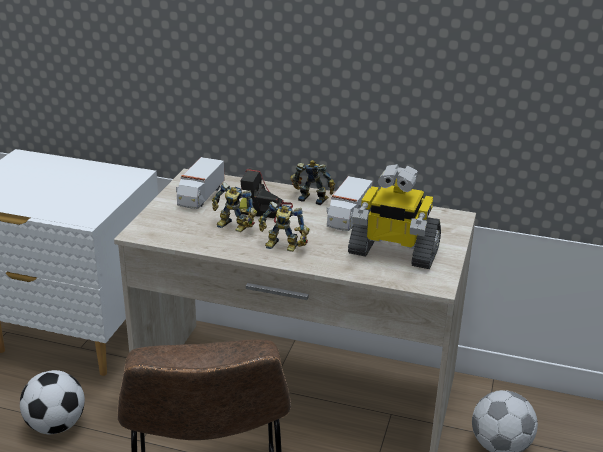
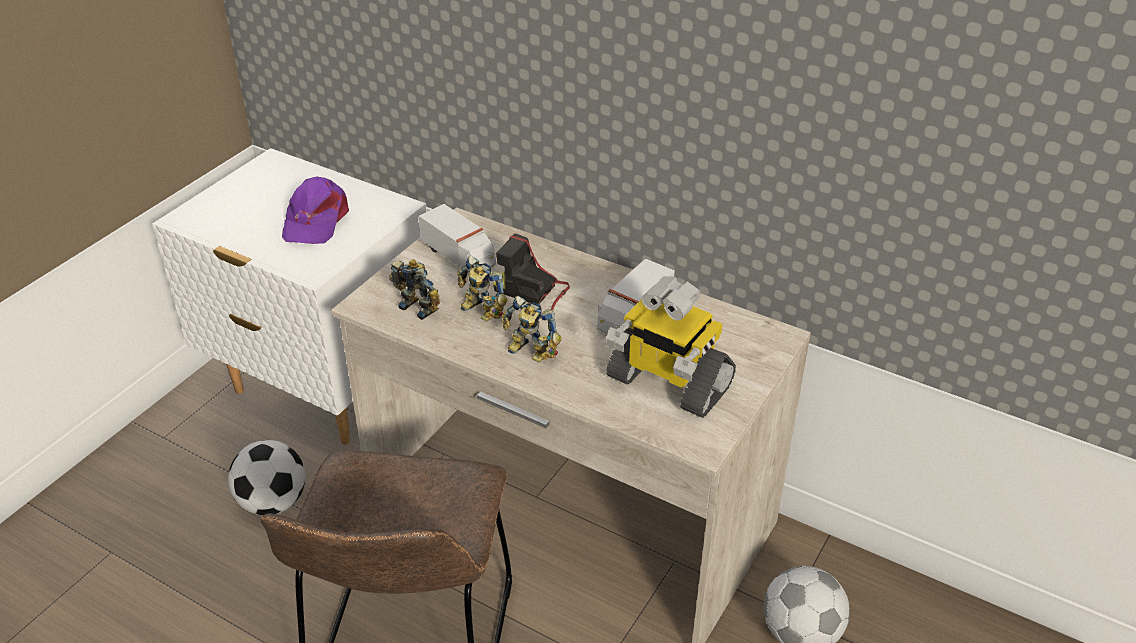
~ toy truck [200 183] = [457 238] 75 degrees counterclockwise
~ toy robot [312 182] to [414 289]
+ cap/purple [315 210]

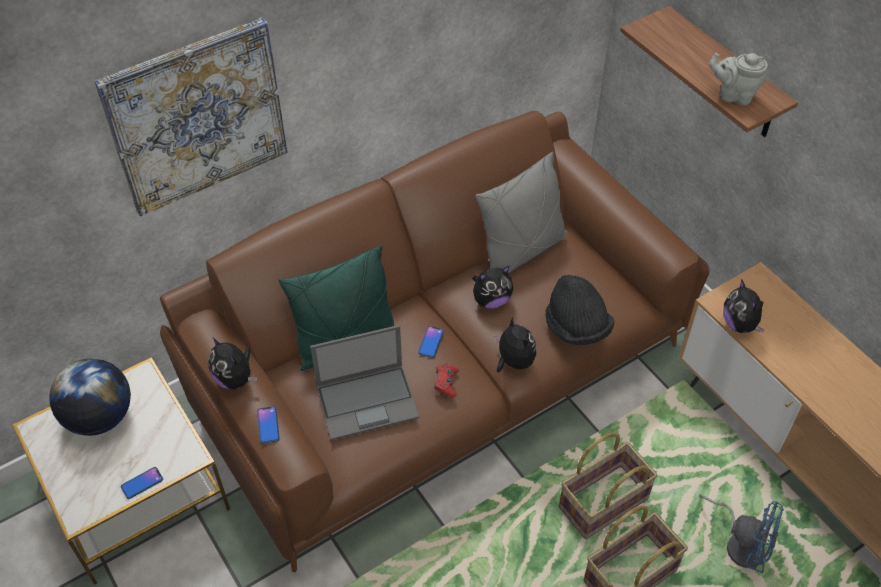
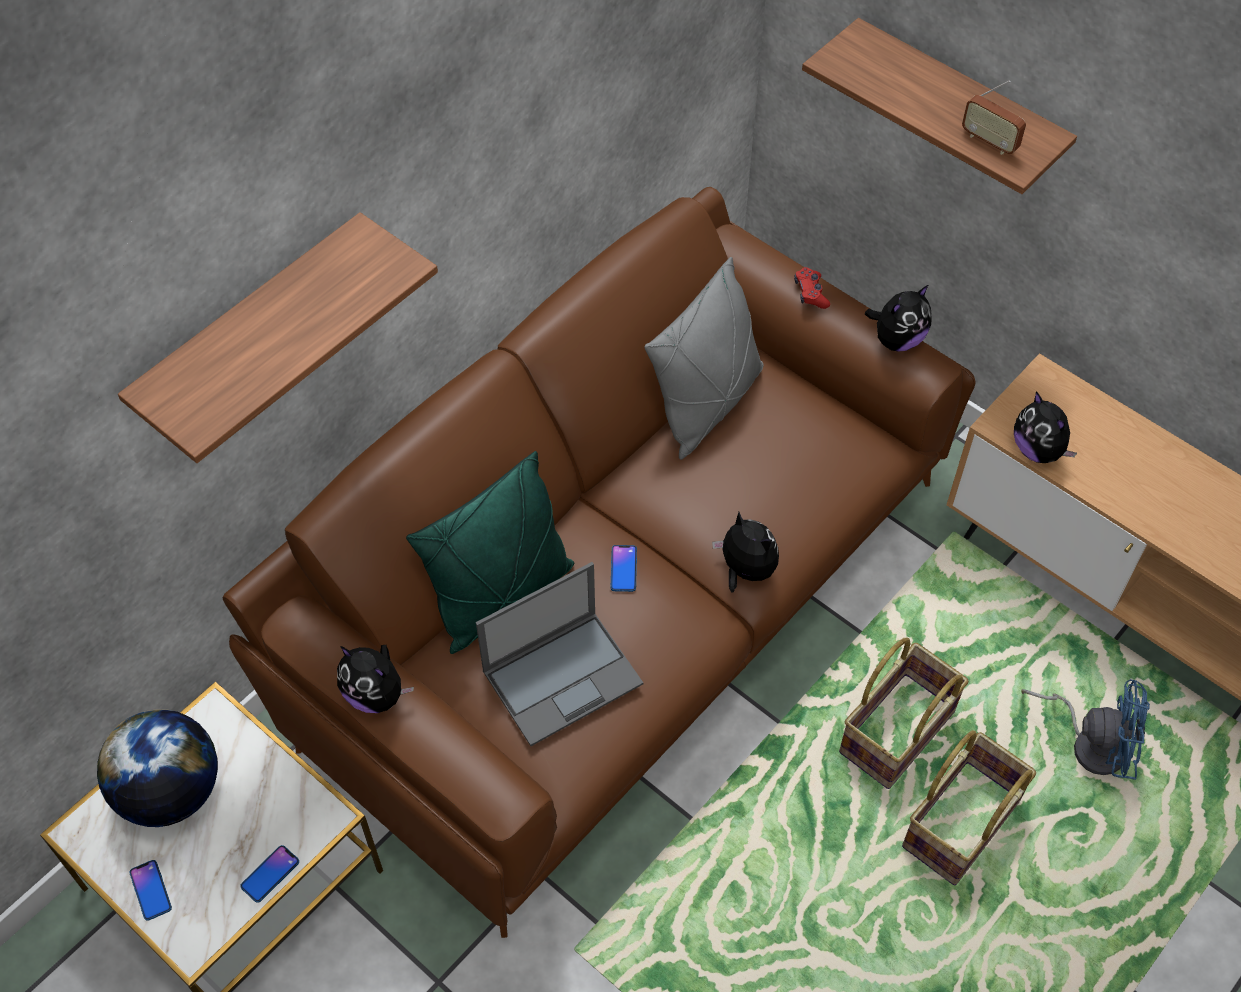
~ picture [190 117] to shelf [278 337]
~ phone [268 425] to [151 890]
~ game controller/red [446 380] to [812 288]
~ plush toy [492 287] to [898 318]
- hat/black [580 310]
~ teapot/grey [738 79] to radio [994 117]

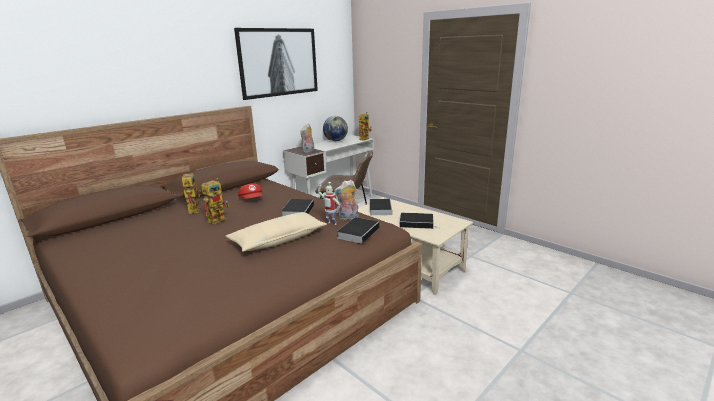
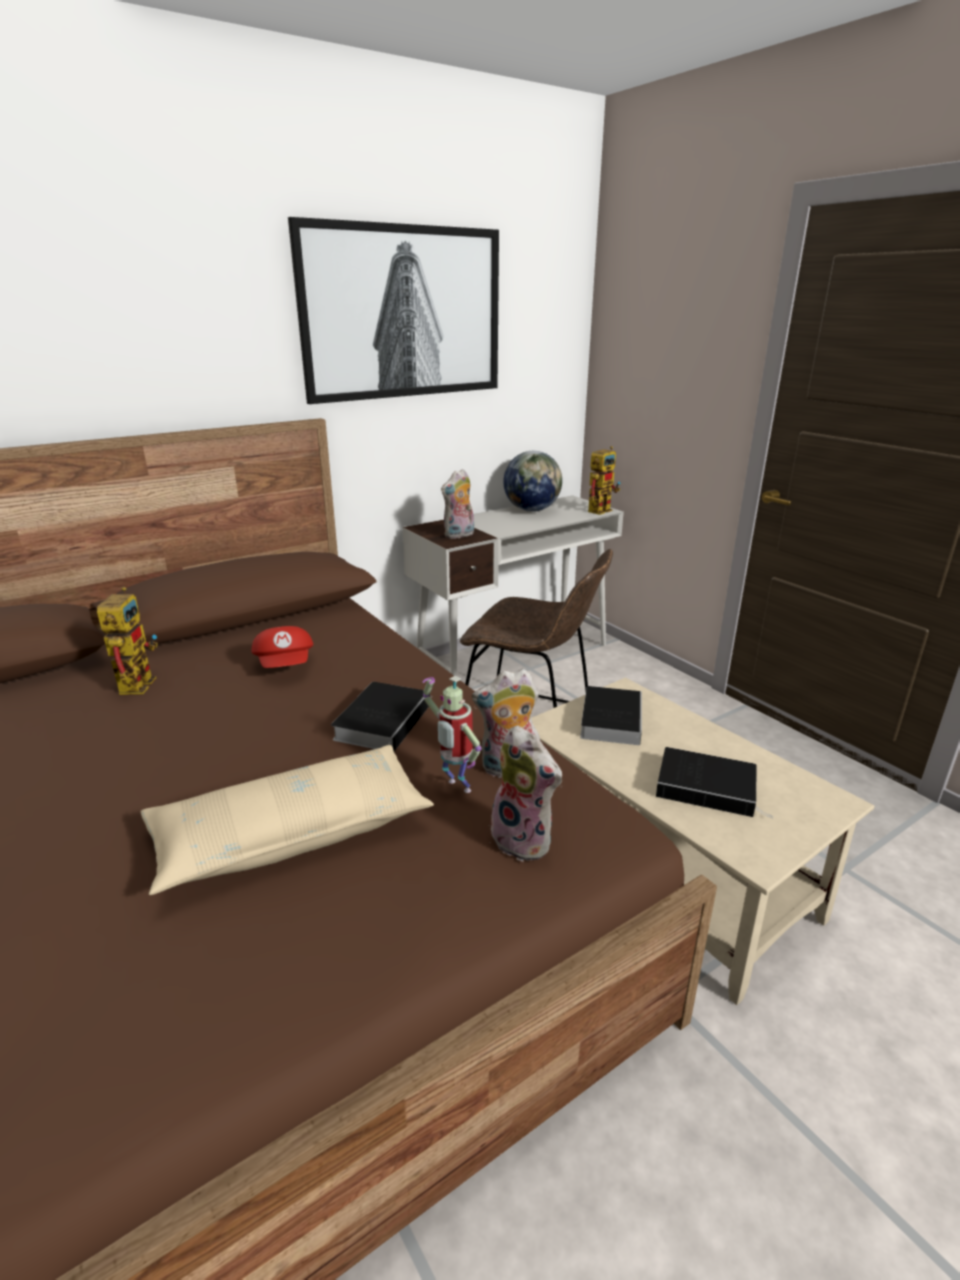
- toy robot [215 201]
~ book [358 230] to plush toy [525 794]

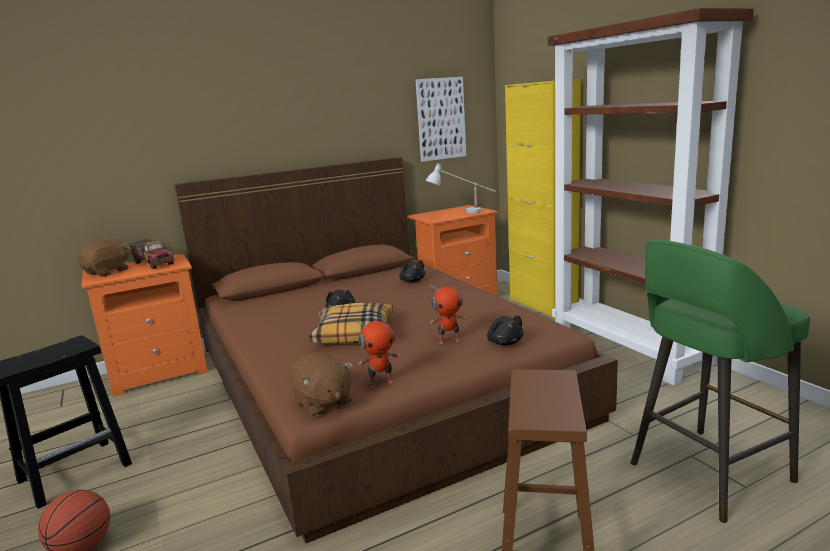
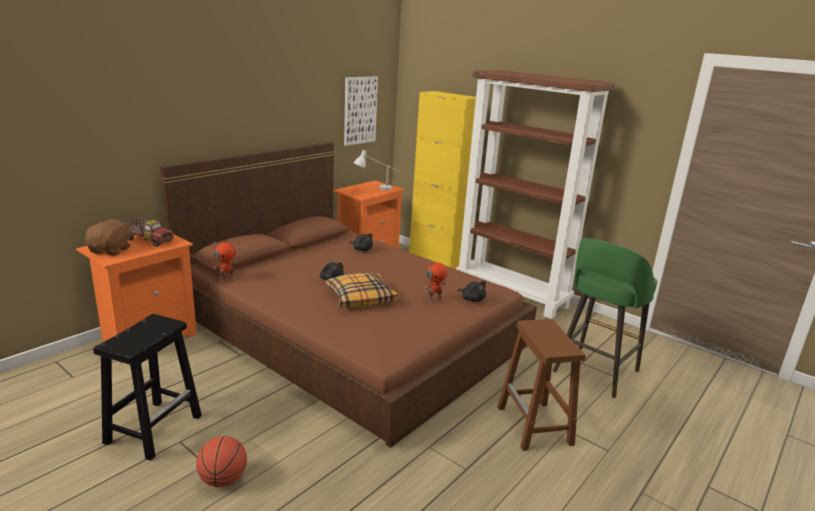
- plush toy/brown [321 384]
~ toy robot [377 353] to [225 261]

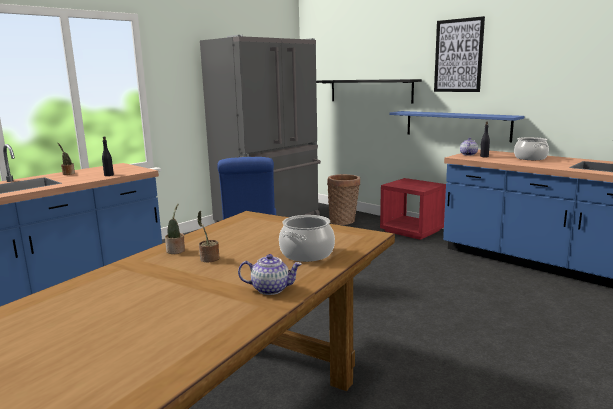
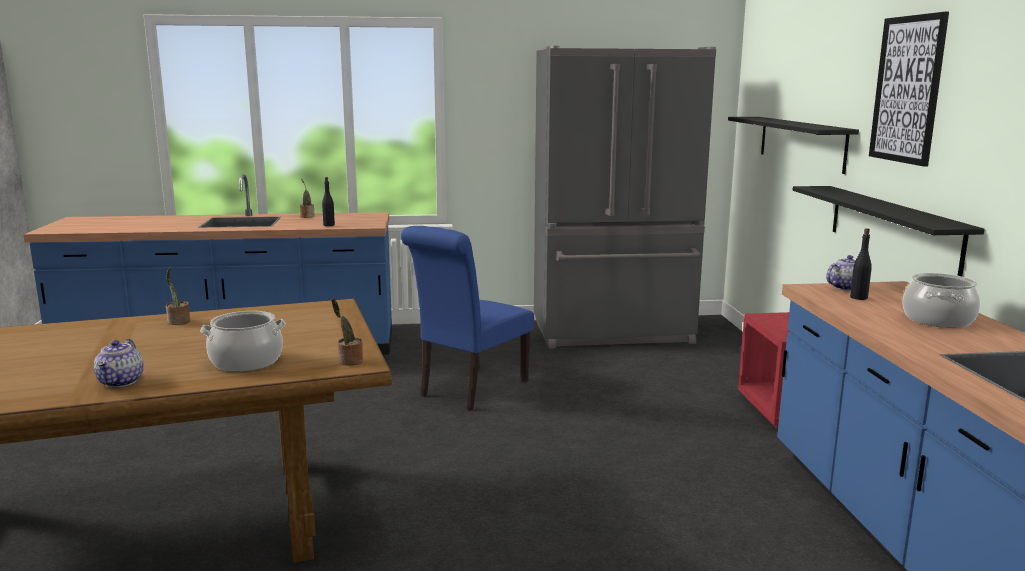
~ potted plant [208 236] to [347 332]
~ teapot [270 274] = [118 363] 45 degrees clockwise
- basket [343 199]
~ shelf/blue [456 126] to shelf/black [889 231]

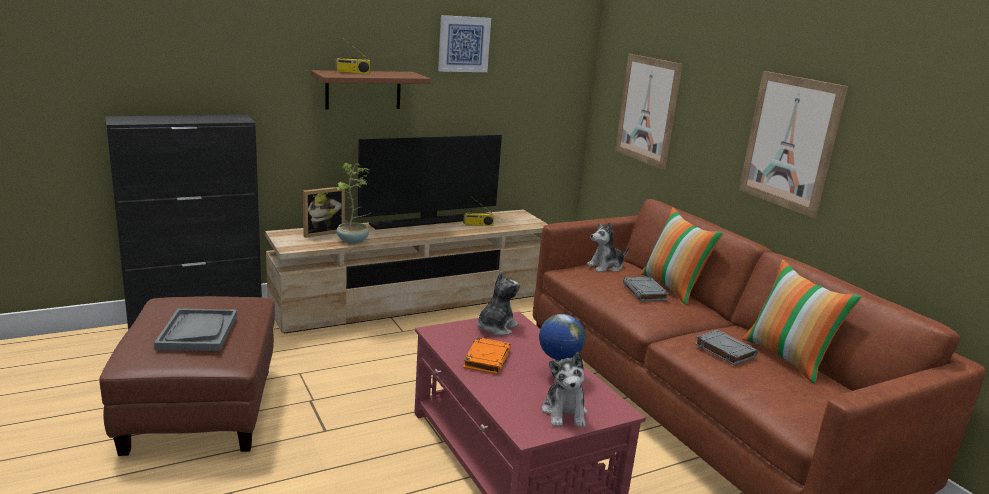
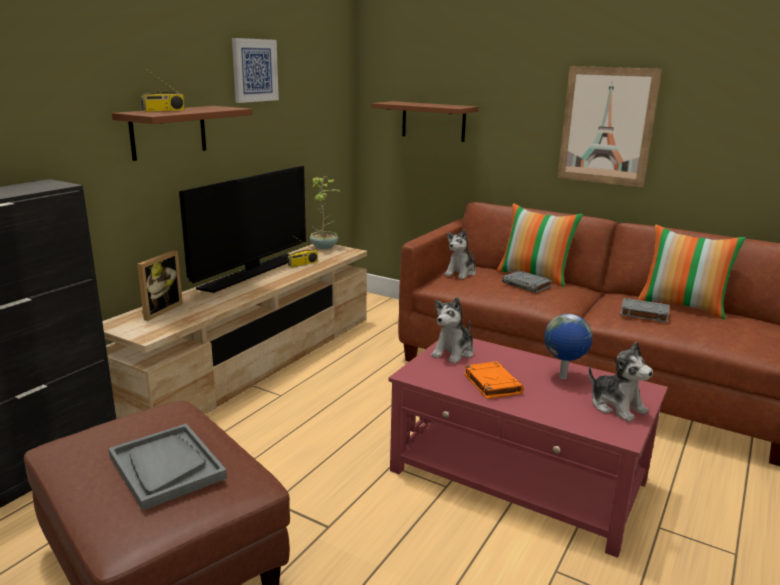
~ potted plant [353 203] to [325 212]
~ plush toy [498 303] = [452 330] 150 degrees counterclockwise
~ picture [649 112] to shelf/brown [425 121]

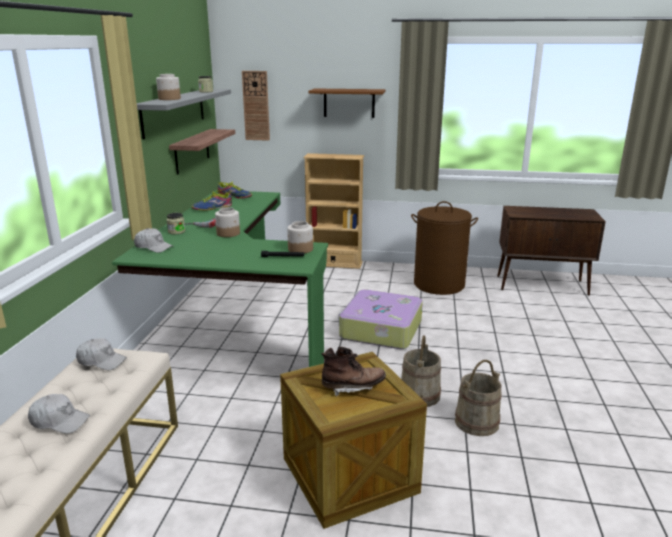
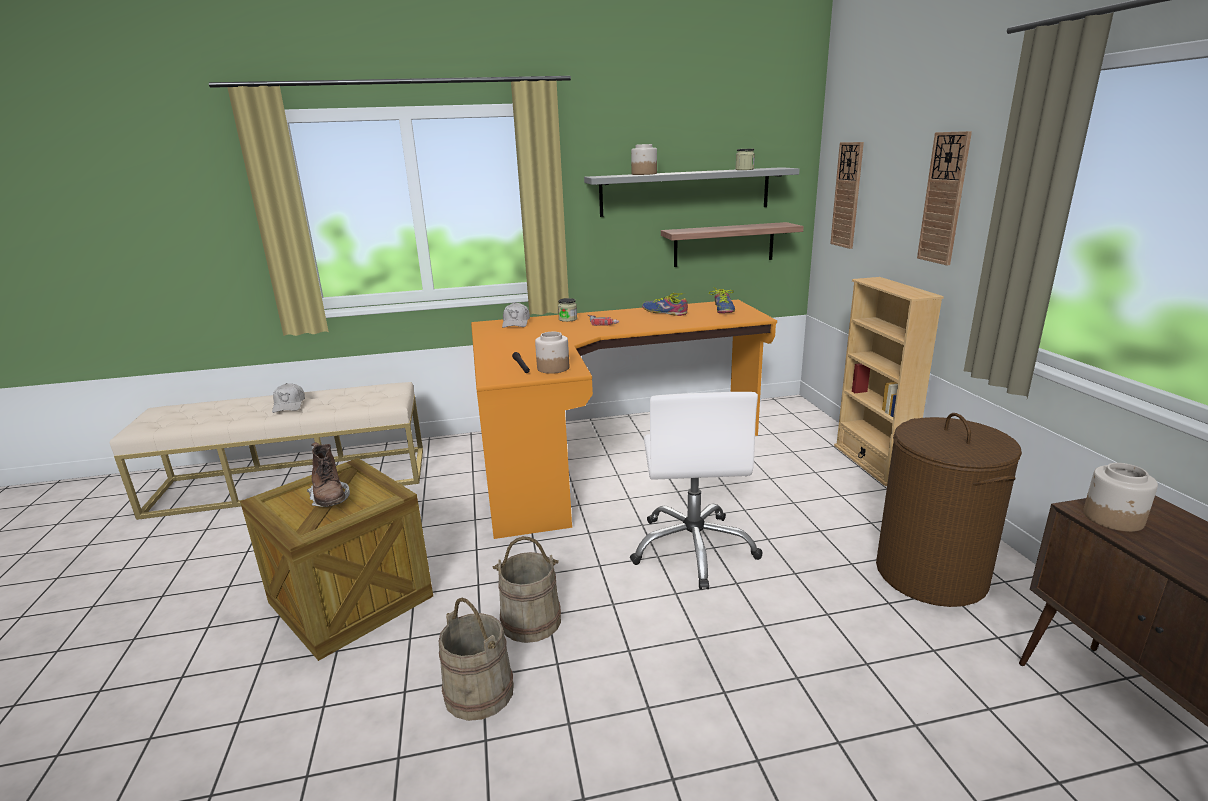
- cap/white [101 354]
~ desk/green [220 278] to desk/orange [624 419]
~ jar [227 222] to [1120 497]
~ shelf/brown [346 103] to wall clock [944 198]
~ suitcase [380 319] to office chair/white [696 491]

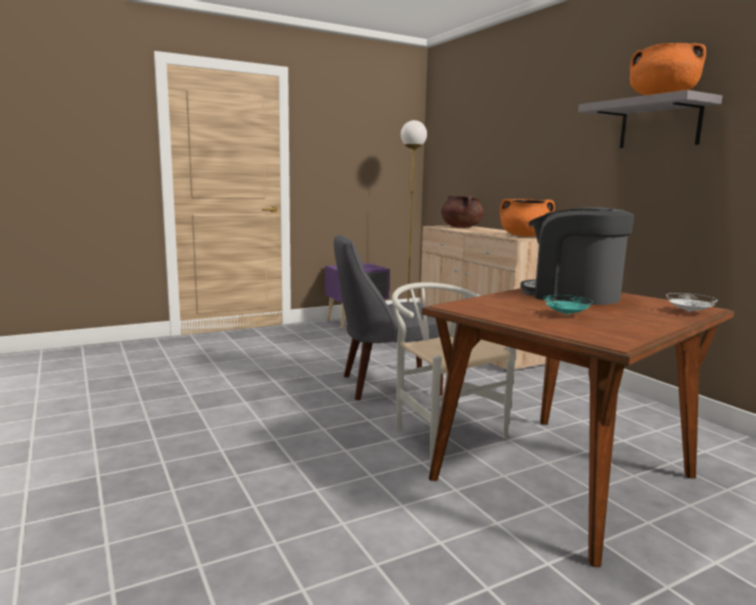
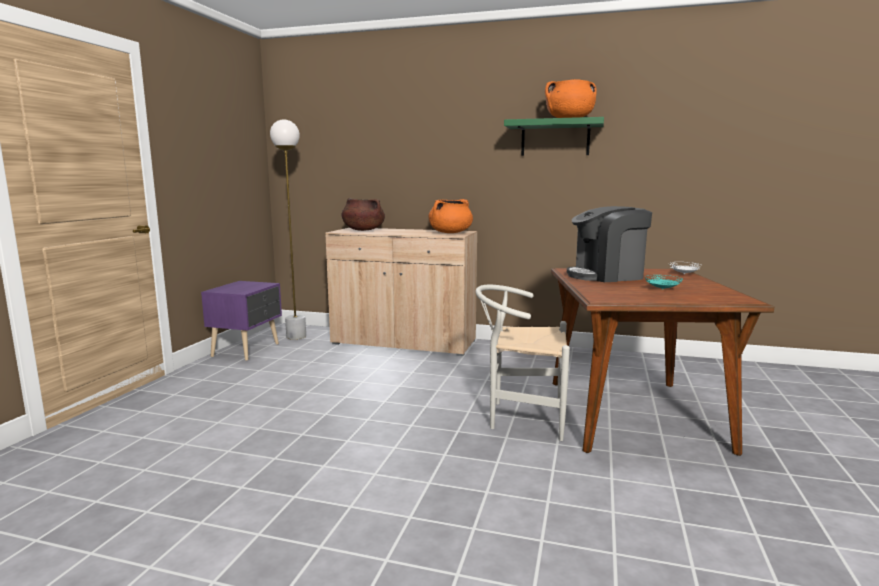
- chair/grey [388 317]
~ shelf/grey [650 119] to shelf/green [554 136]

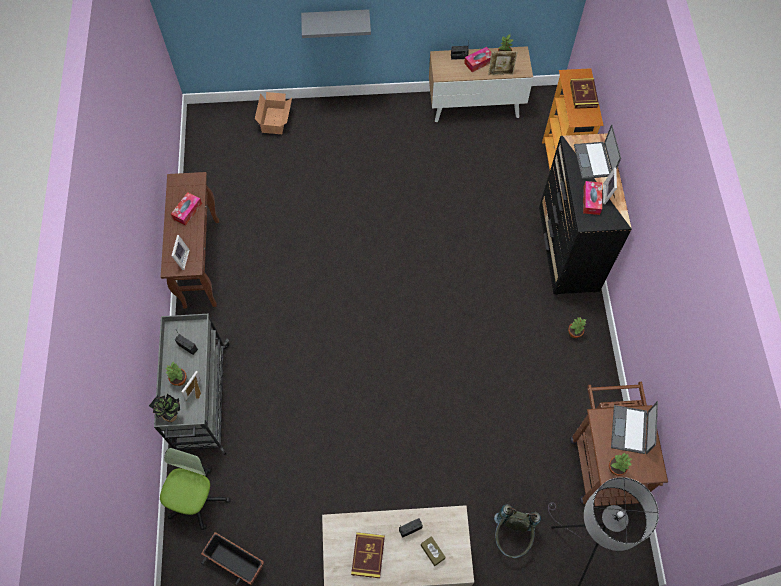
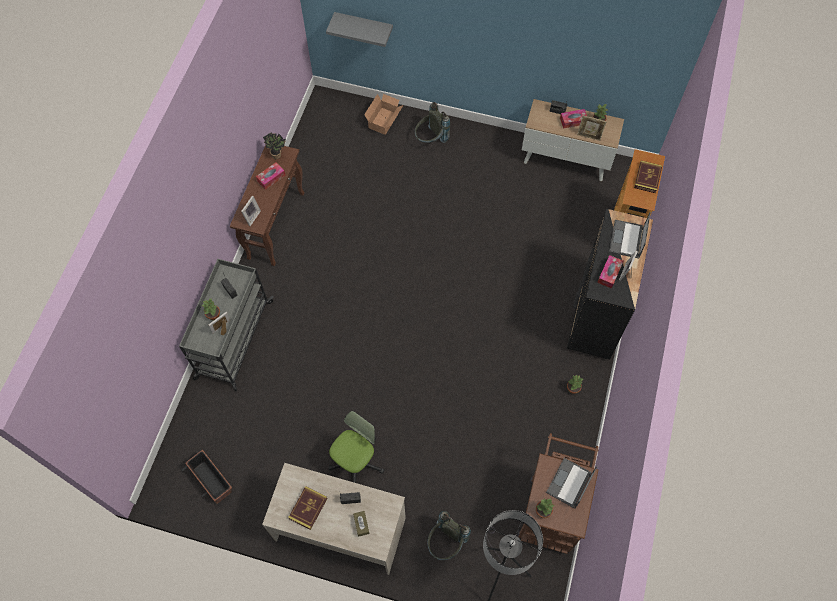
~ potted plant [164 408] to [274 146]
~ office chair [195 489] to [356 447]
~ shelf/grey [336 23] to [359 29]
+ backpack/grey [432 122]

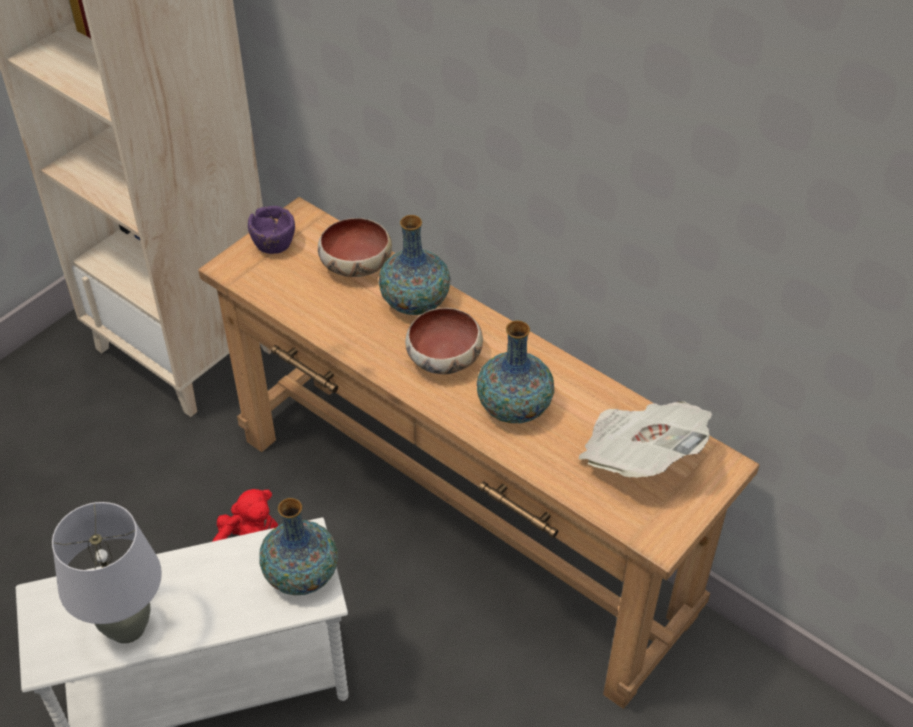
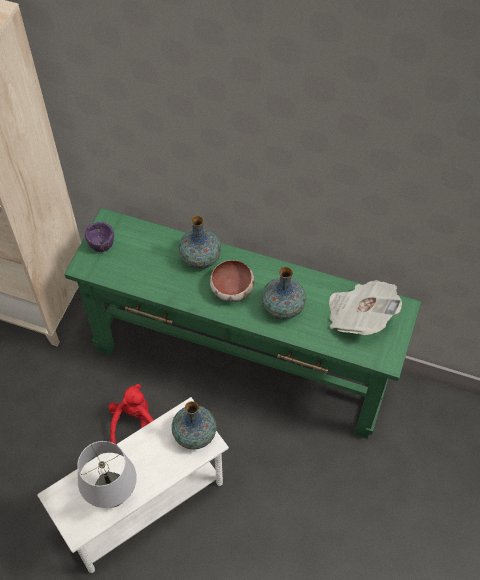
~ console table/brown [478 453] to console table/green [242 323]
- bowl [355 247]

